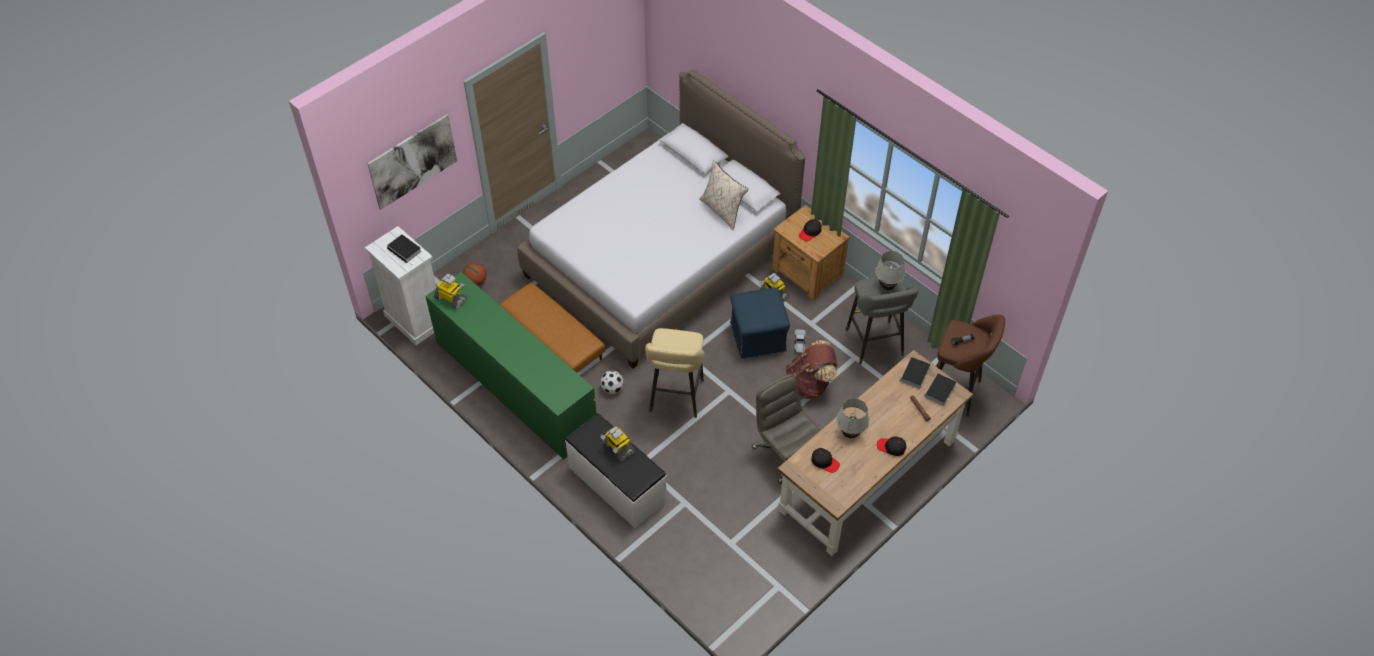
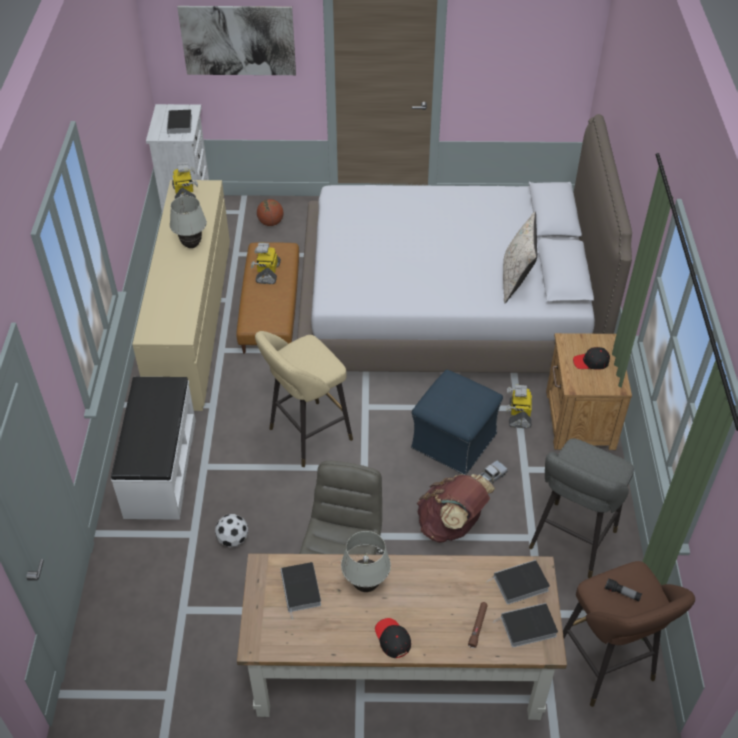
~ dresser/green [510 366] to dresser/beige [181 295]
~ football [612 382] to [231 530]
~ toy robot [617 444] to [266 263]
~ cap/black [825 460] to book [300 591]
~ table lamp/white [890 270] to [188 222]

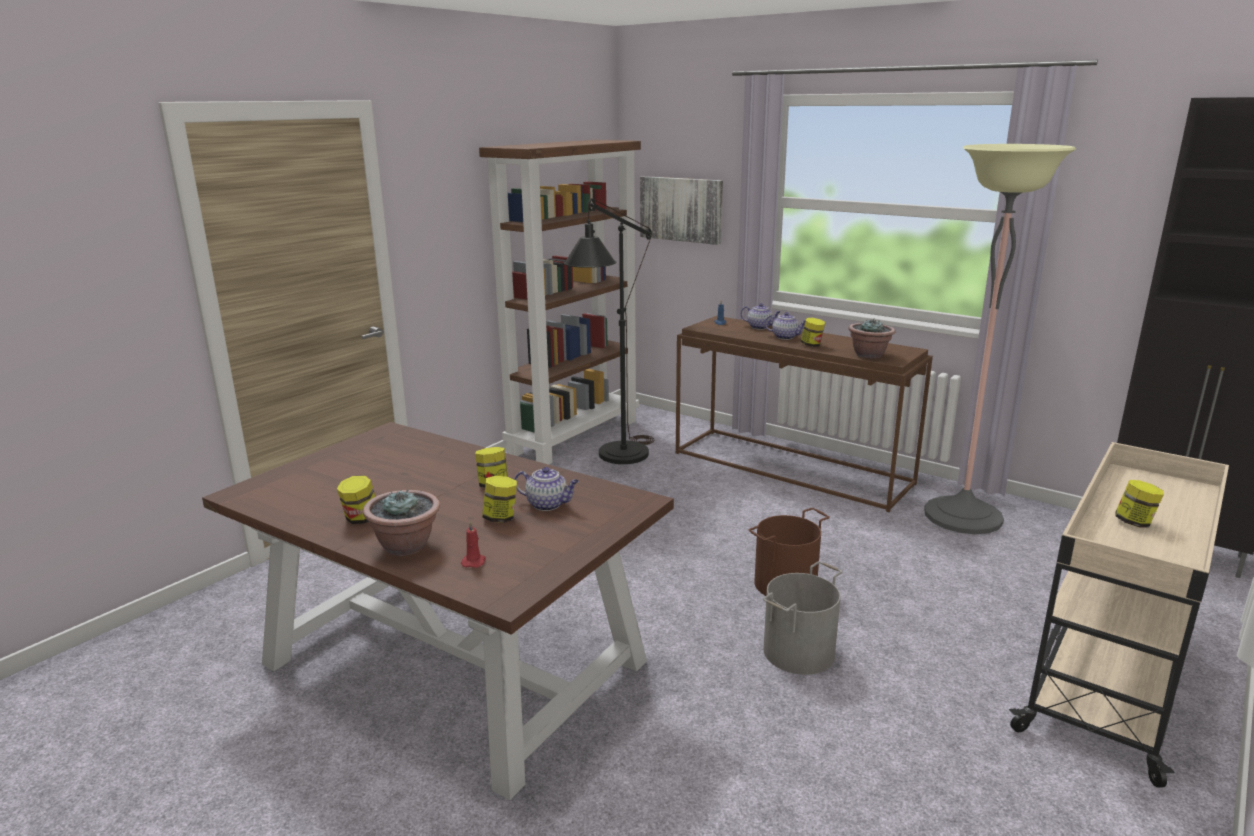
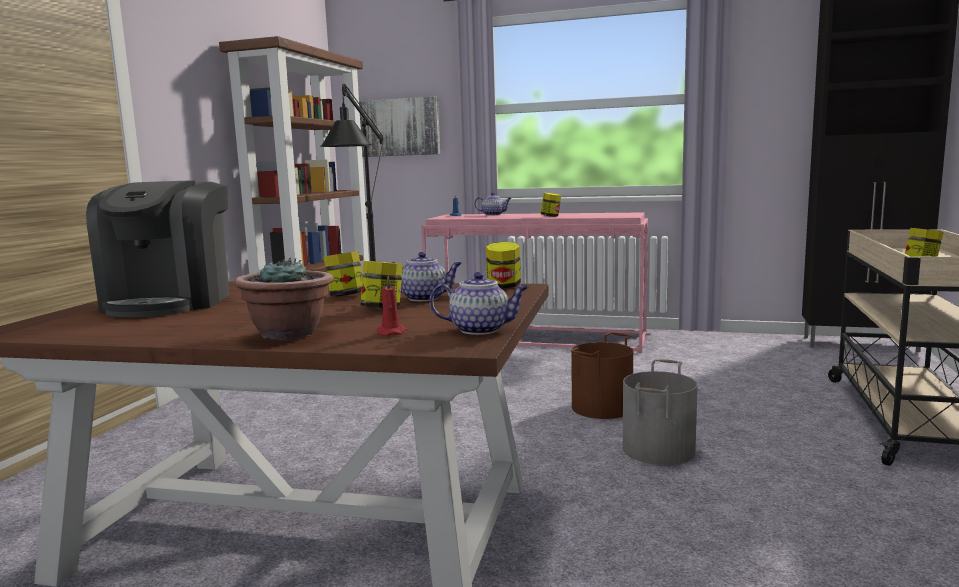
~ jar [356 499] to [503 265]
~ console table/brown [804 414] to console table/pink [534 282]
~ teapot [785 326] to [479 303]
- potted plant [871 338]
- floor lamp [1000 339]
+ coffee machine [157 248]

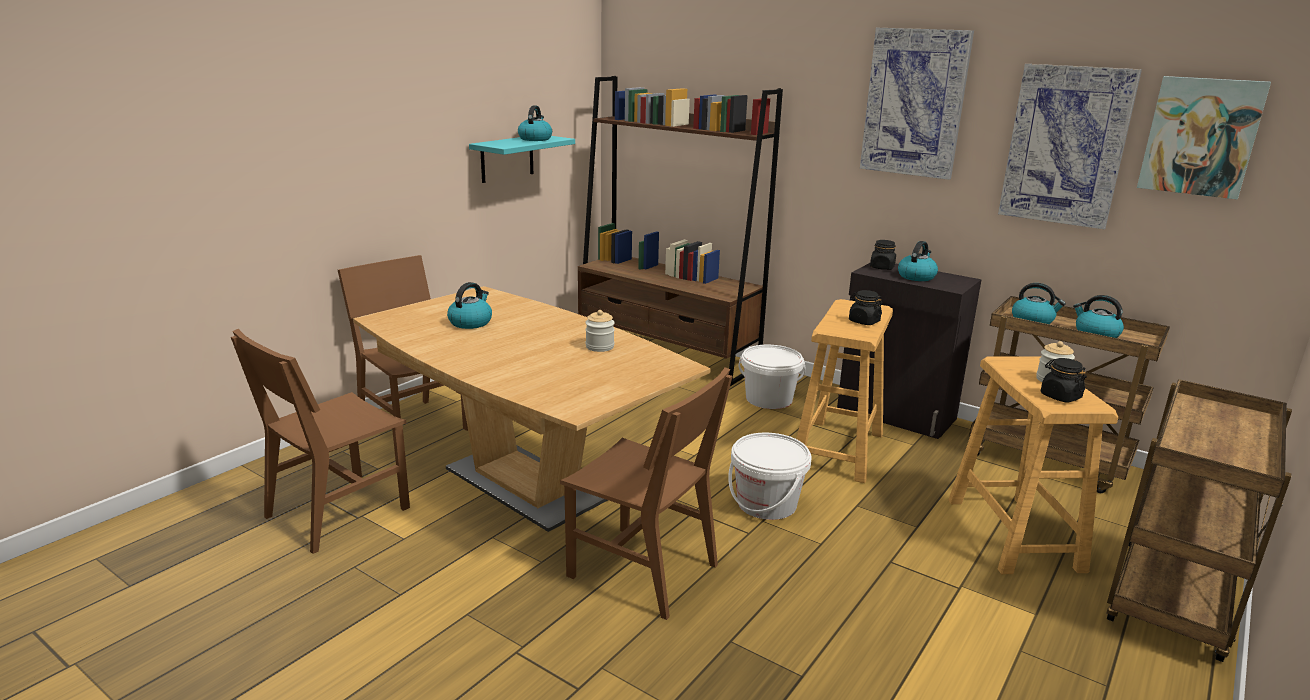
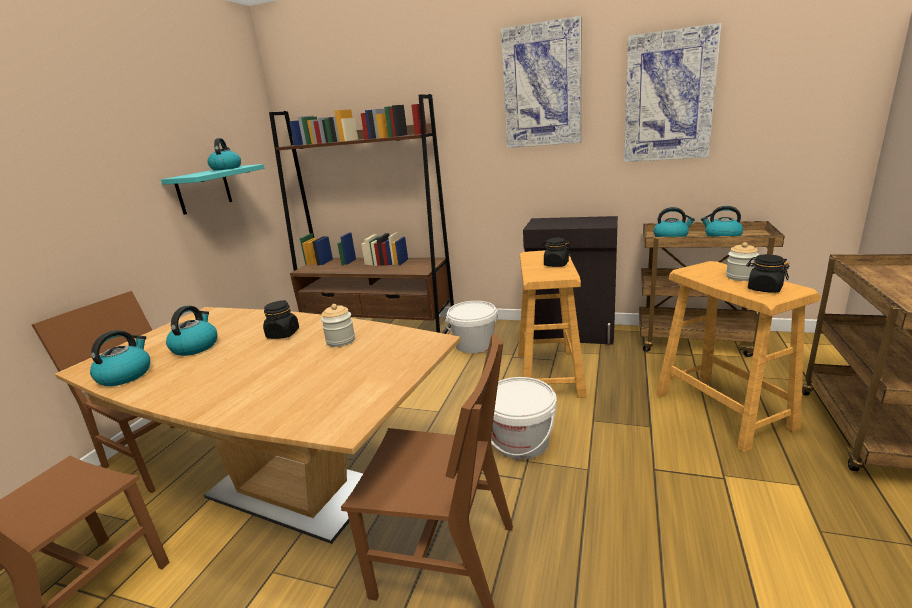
~ jar/black [883 255] to [281 319]
~ kettle [918 261] to [120 358]
- picture [1204 138]

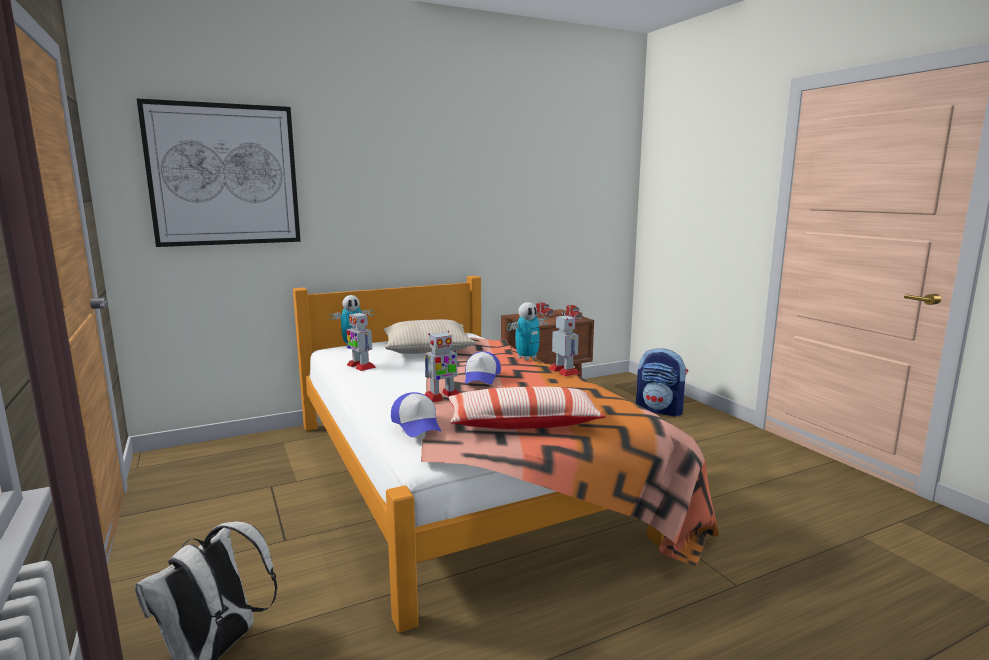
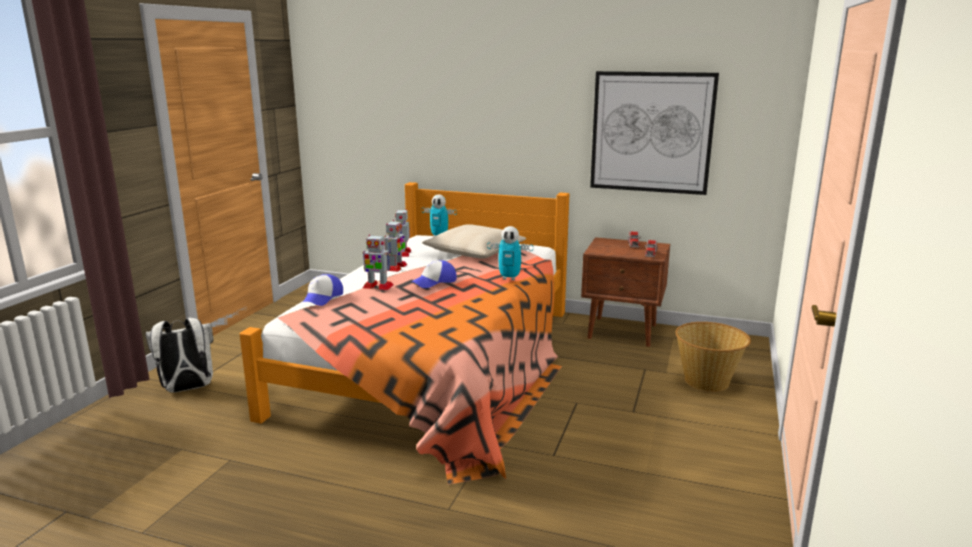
~ picture [219 173] to [654 133]
- pillow [527 408]
~ toy robot [564 345] to [396 246]
~ backpack [662 382] to basket [713 357]

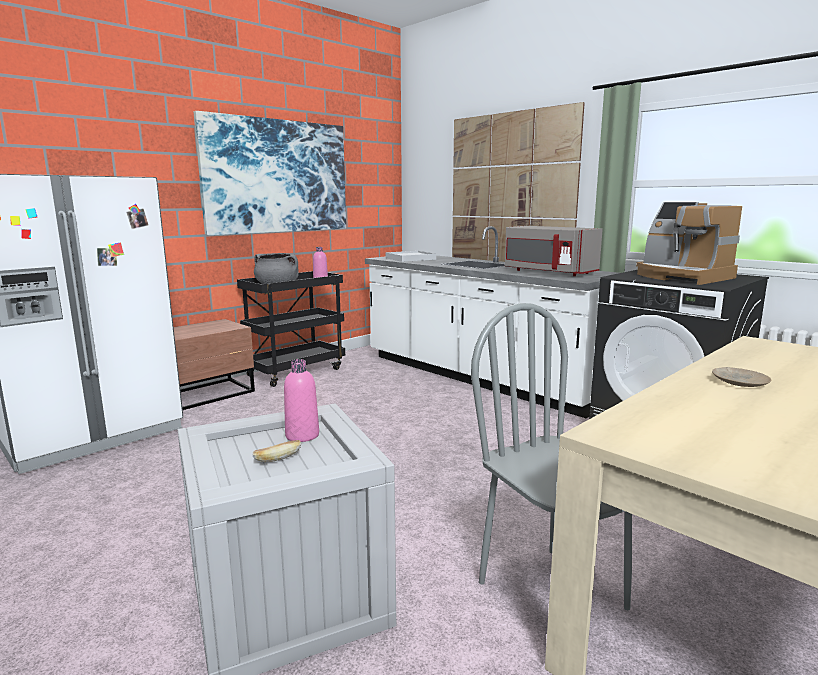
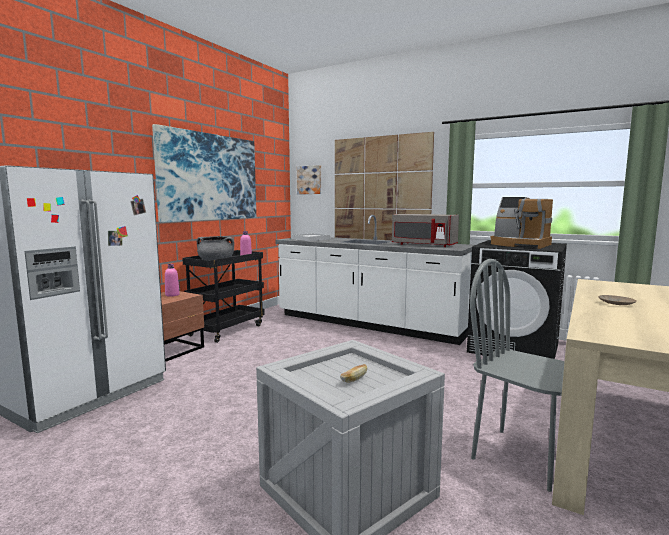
~ bottle/pink [301 400] to [172 280]
+ picture [309 179]

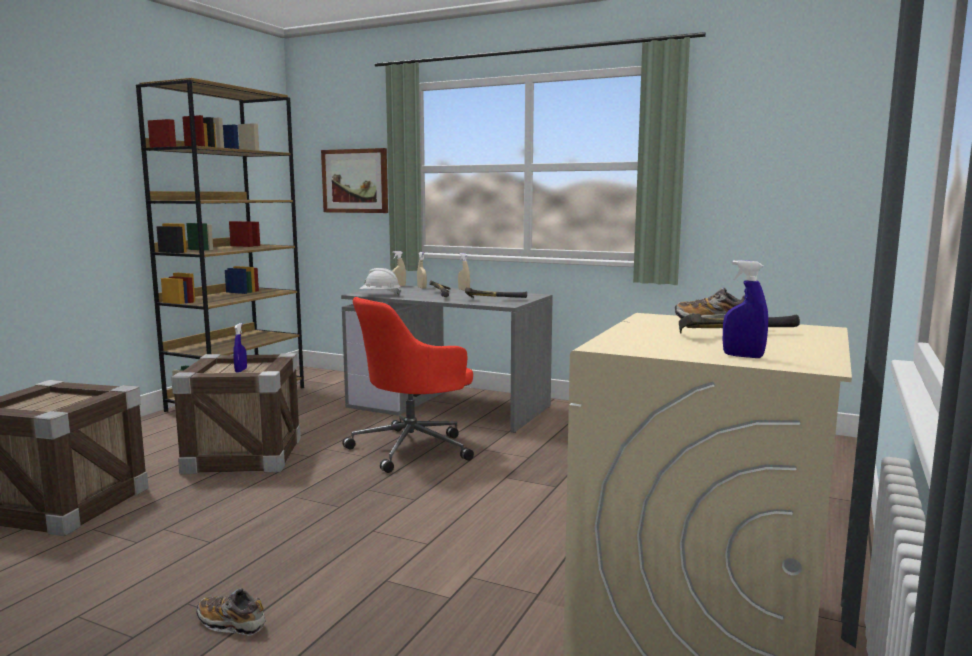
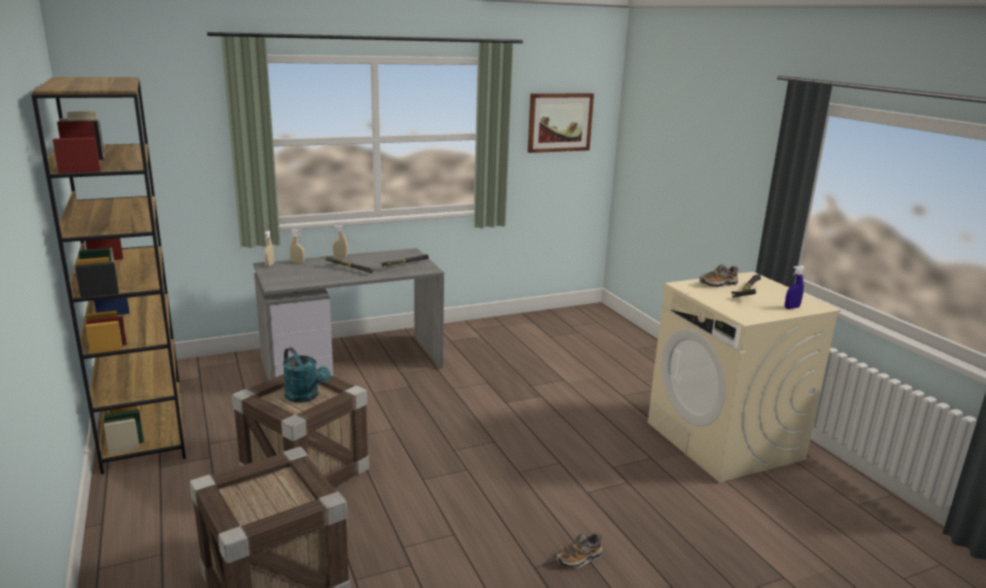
~ spray bottle/blue [240 348] to watering can/turquoise [306 375]
~ picture [354 180] to [561 123]
- office chair/red [408 385]
- hard hat/white [380 282]

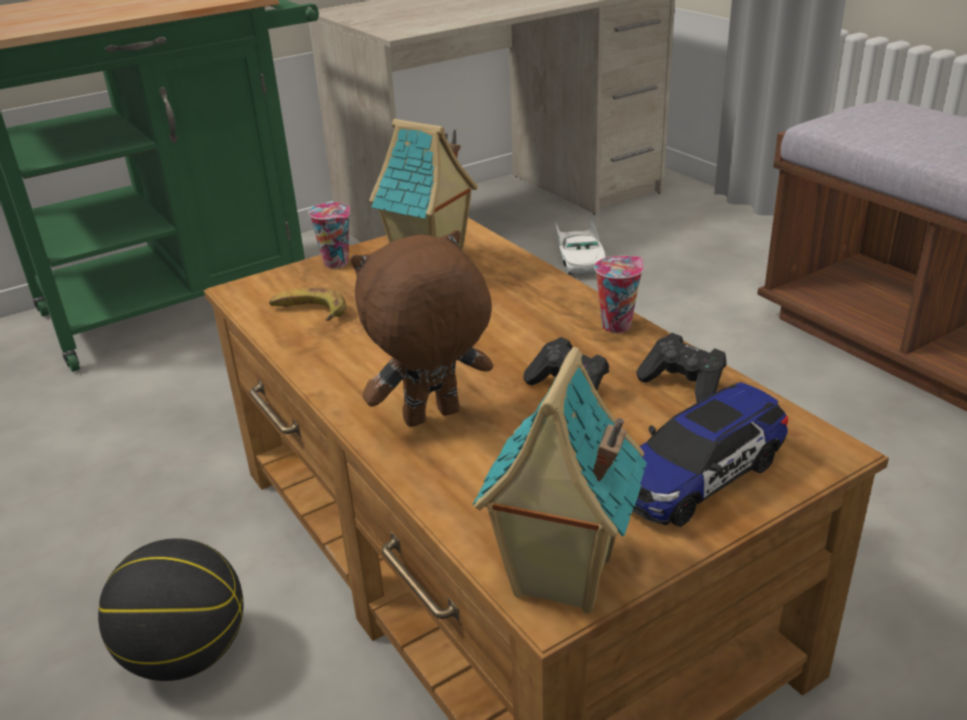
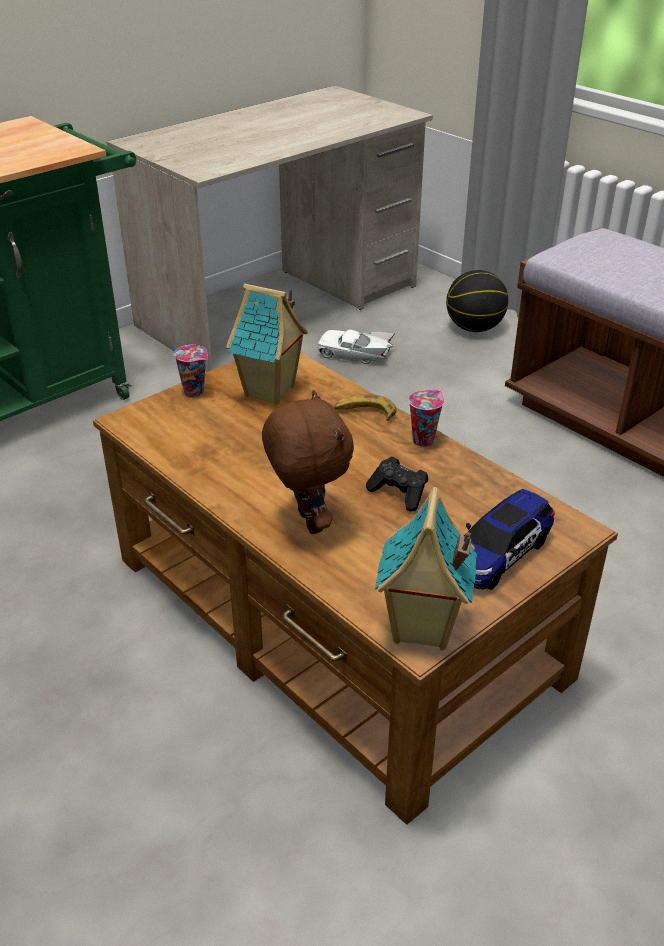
~ basketball [170 609] to [477 301]
~ banana [308 304] to [365 407]
~ plush toy/brown [421 328] = [308 462] 105 degrees clockwise
~ toy car/white [580 246] = [356 347] 120 degrees clockwise
- game controller/black [681 367]

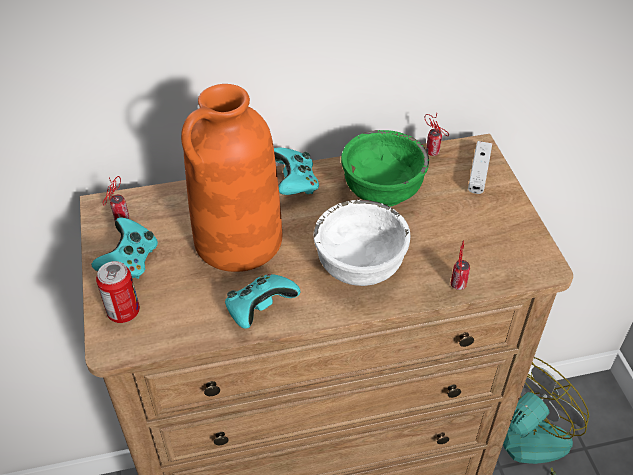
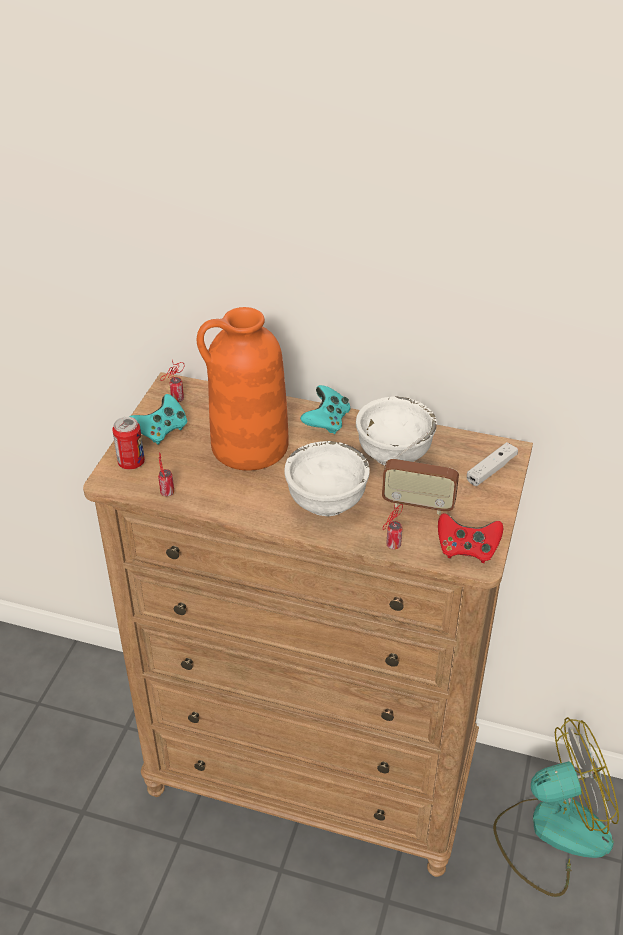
- game controller/turquoise [263 301]
~ bowl/green [385 168] to bowl/white [396 430]
~ can [437 134] to [166 474]
+ radio [420 473]
+ game controller/red [470 538]

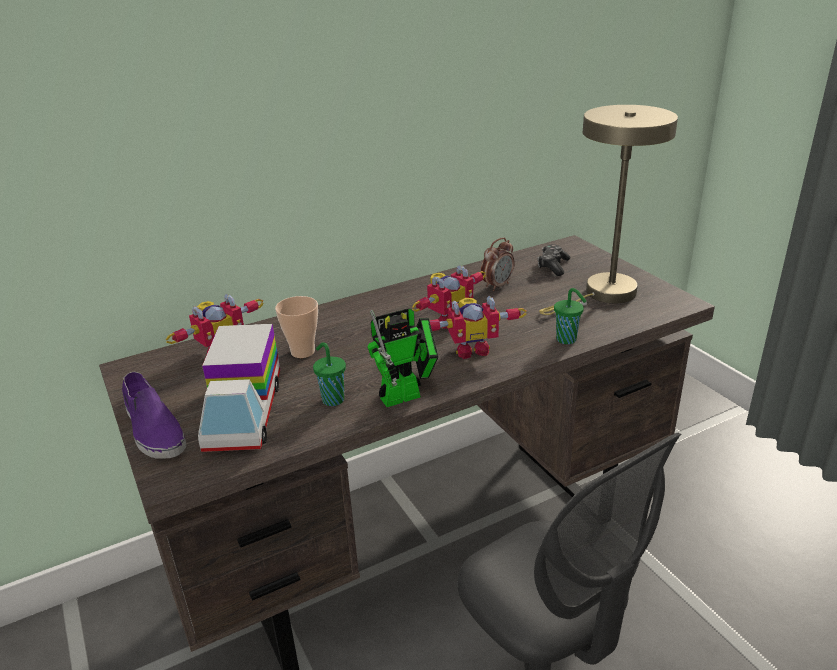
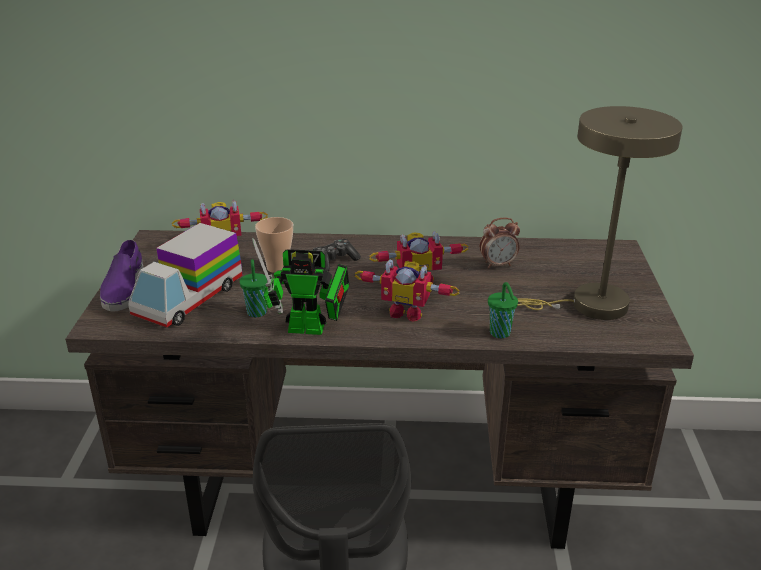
~ game controller [553 260] to [337 255]

